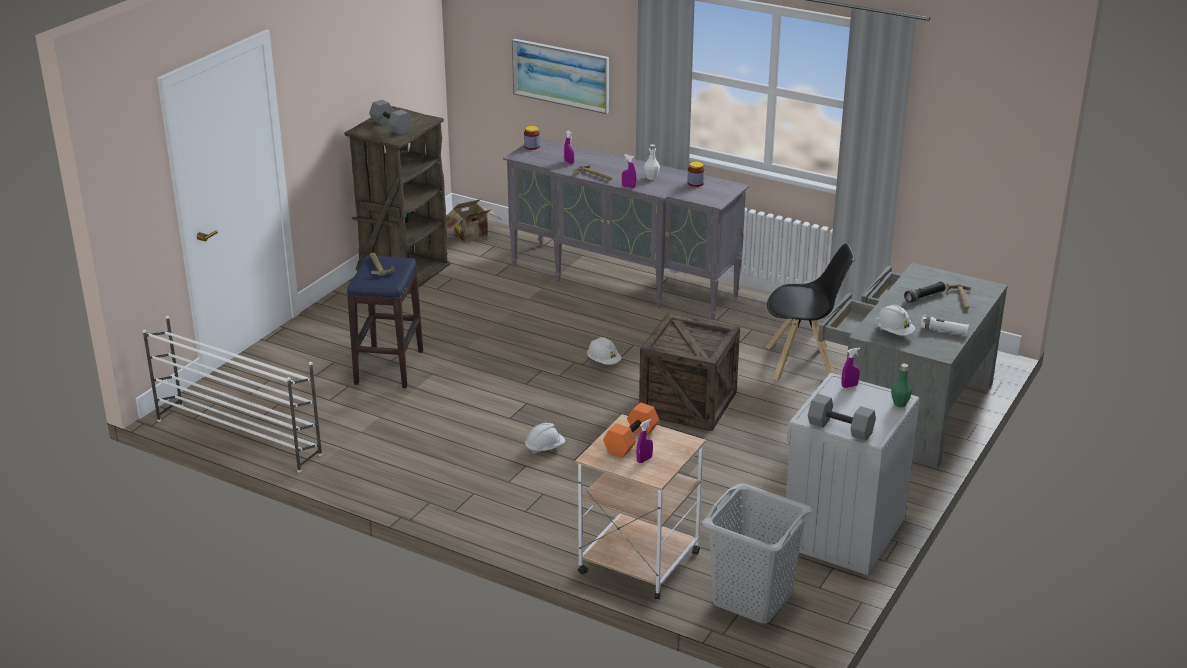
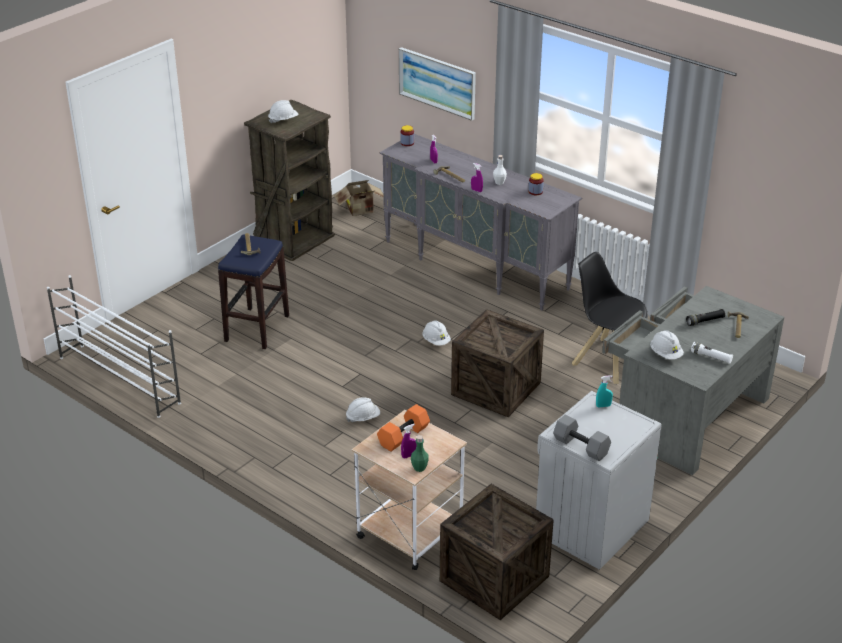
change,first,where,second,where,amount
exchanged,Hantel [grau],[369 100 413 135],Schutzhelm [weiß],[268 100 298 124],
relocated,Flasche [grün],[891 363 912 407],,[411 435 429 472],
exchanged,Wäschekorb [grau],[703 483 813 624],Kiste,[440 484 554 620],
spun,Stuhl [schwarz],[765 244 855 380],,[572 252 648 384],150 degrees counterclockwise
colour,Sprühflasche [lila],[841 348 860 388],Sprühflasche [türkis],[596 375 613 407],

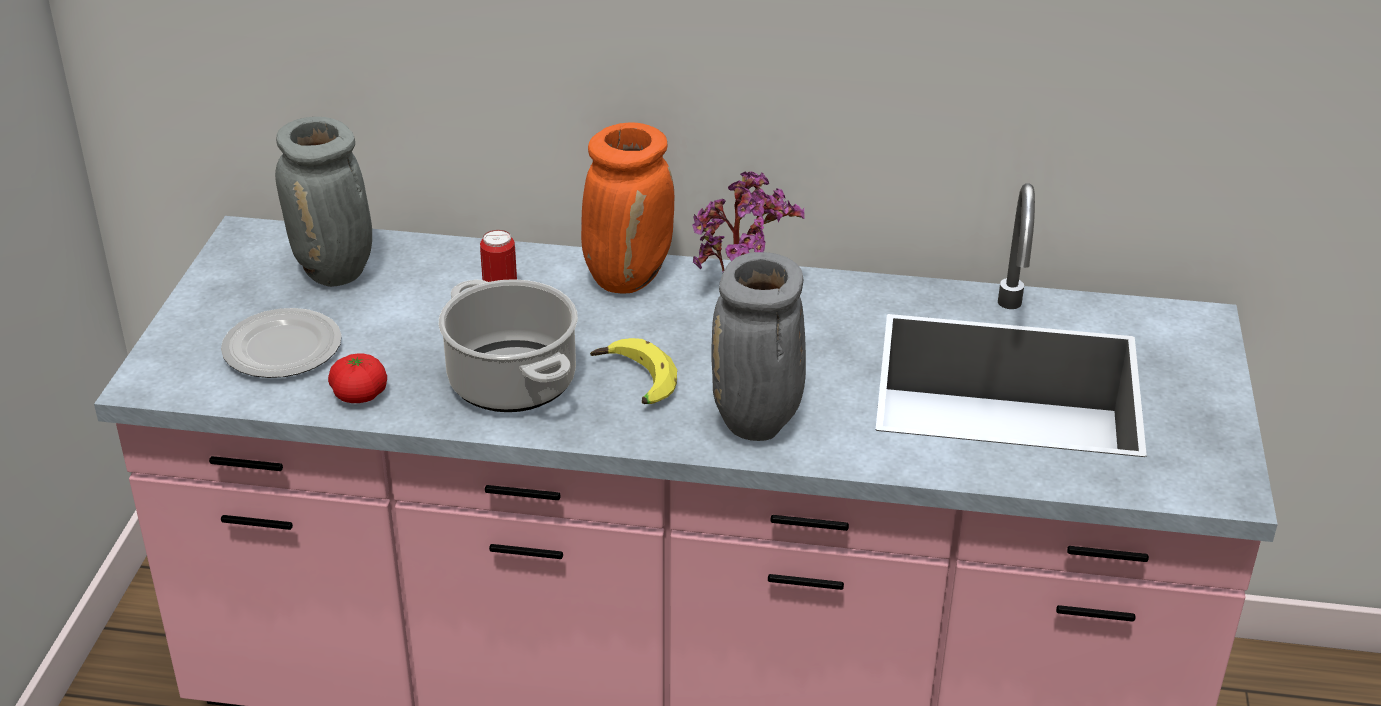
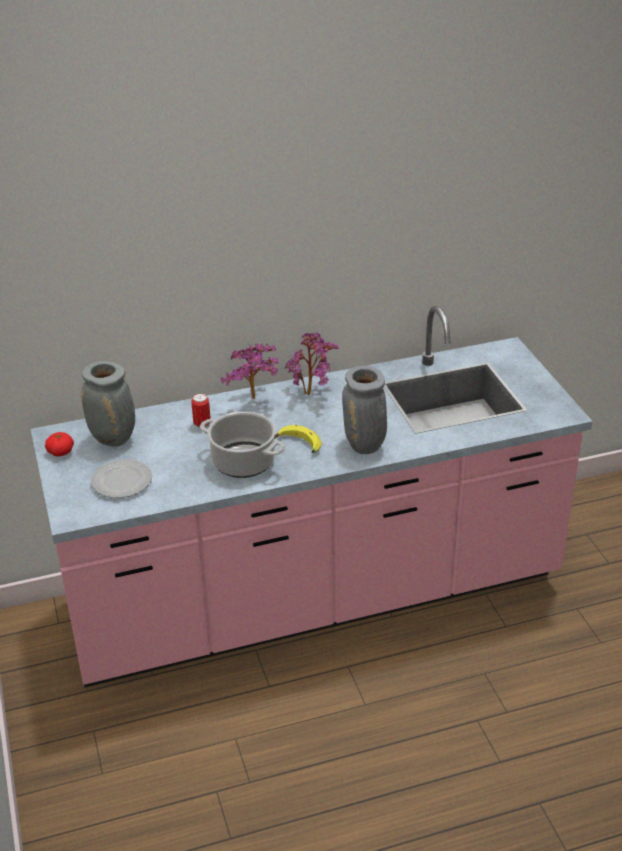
change,first,where,second,where,amount
relocated,Tomate,[328 354 387 403],,[45 432 74 456],
exchanged,Vase [orange],[581 123 674 294],Topfpflanze,[221 343 279 399],

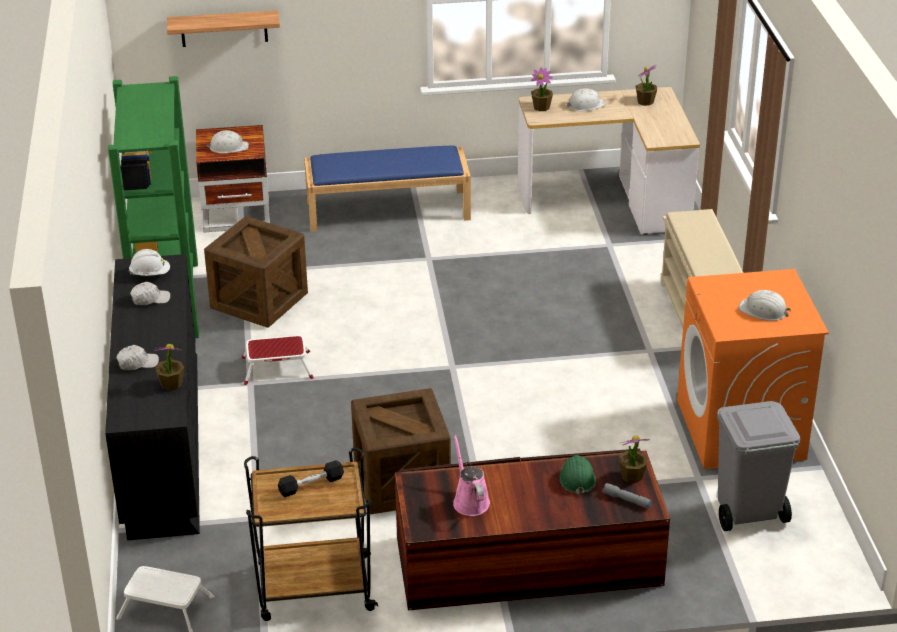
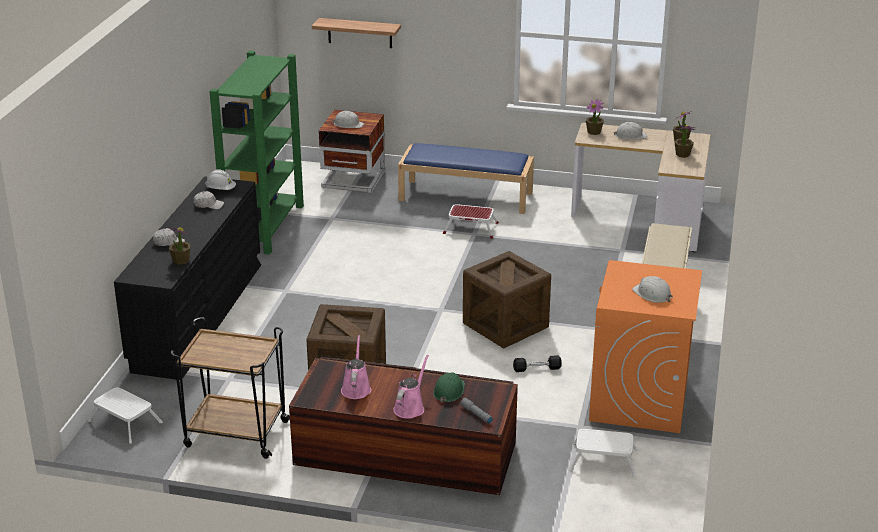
change,first,where,second,where,amount
appeared,,,Gießkanne [rosa],[393 355 429 419],
relocated,Trittleiter [rot],[242 335 314 385],,[443 204 499 239],
relocated,Kiste,[204 216 308 328],,[463 251 551 349],
relocated,Hantel [schwarz],[278 460 344 497],,[513 355 562 372],
exchanged,Mülleimer [grau],[717 401 800 531],Trittleiter [weiß],[569 429 638 478],
relocated,Topfpflanze,[619 435 650 483],,[674 125 695 158],

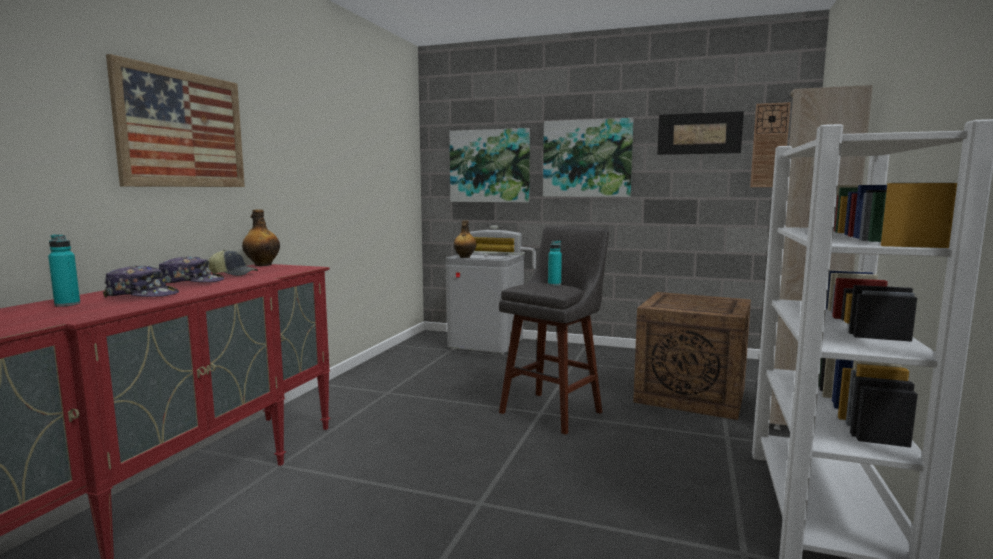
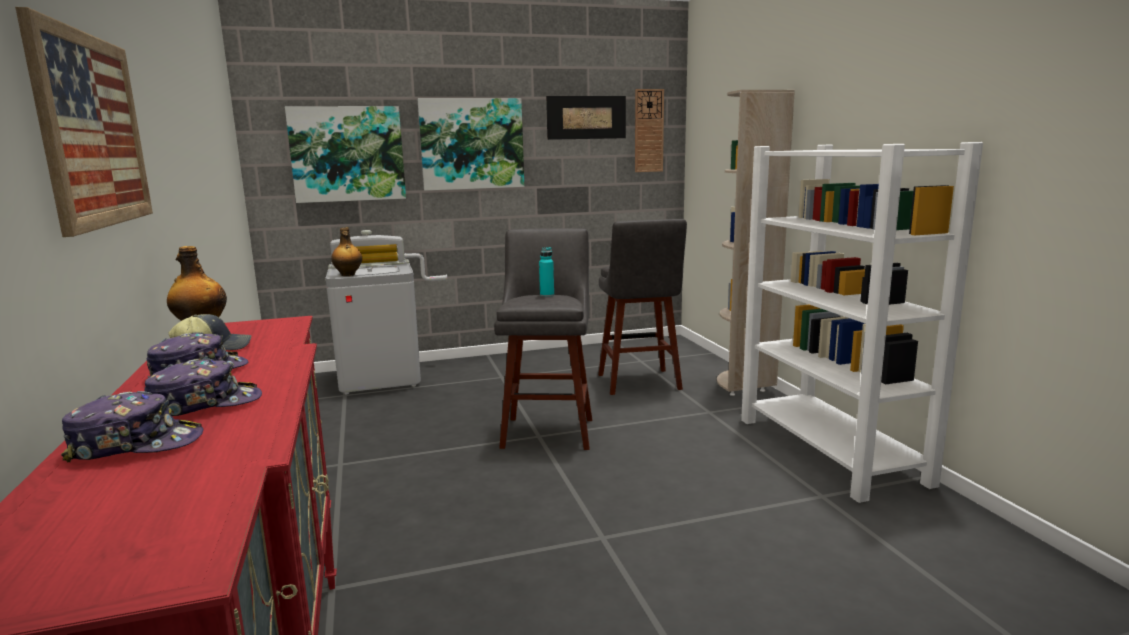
change,first,where,second,where,amount
exchanged,Flasche [türkis],[48 234 80 307],Kappe,[61 391 203 462],
exchanged,Kiste,[633 292 751 420],Hocker [grau],[598 219 687 395],

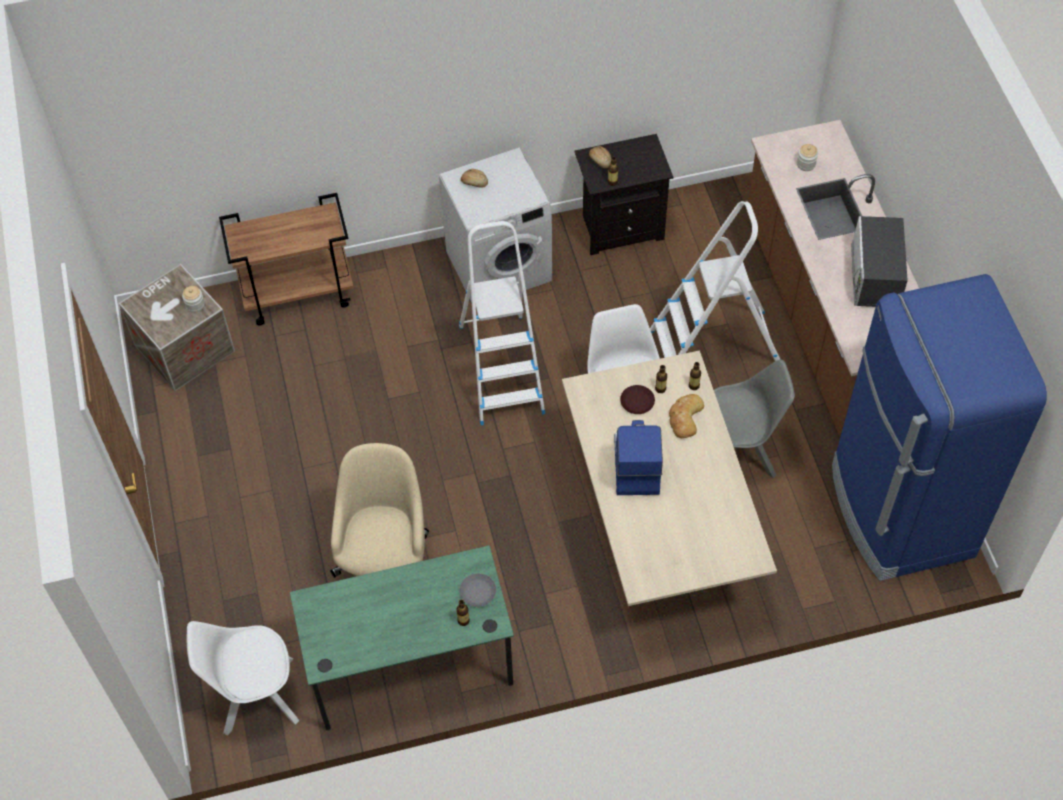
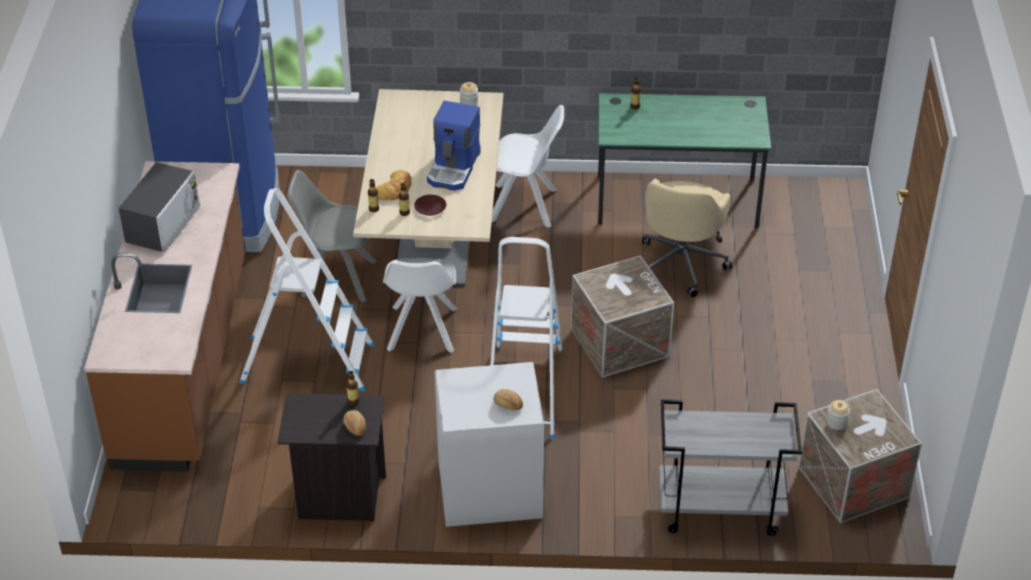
change,first,where,second,where,amount
relocated,Vorratsglas,[797 144 818 171],,[460 82 478 106],
relocated,Stuhl [weiß],[187 621 300 735],,[492 105 564 228],
appeared,,,Kiste,[571 255 674 378],
colour,Rollwagen [braun],[219 193 354 326],Rollwagen [grau],[659 400 802 536],
missing,Teller [grau],[459 573 496 607],,,

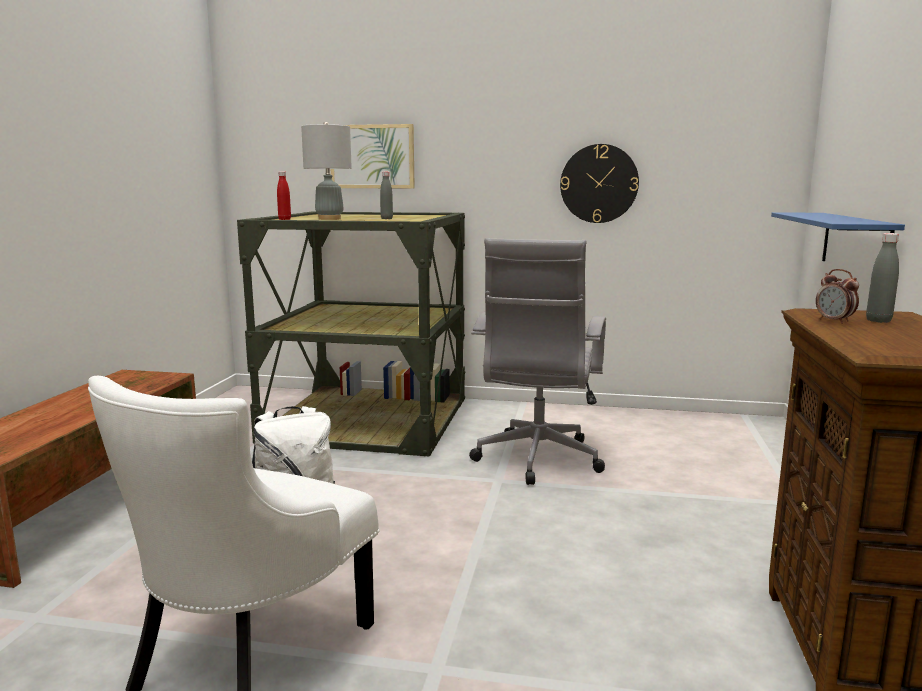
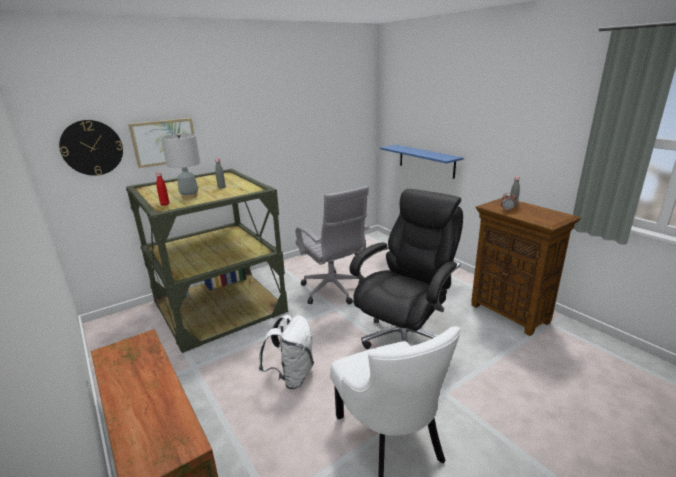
change,first,where,second,where,amount
relocated,Wanduhr,[560 144 639 223],,[59 120 123 176],
appeared,,,Bürostuhl [schwarz],[349 189 463 349],

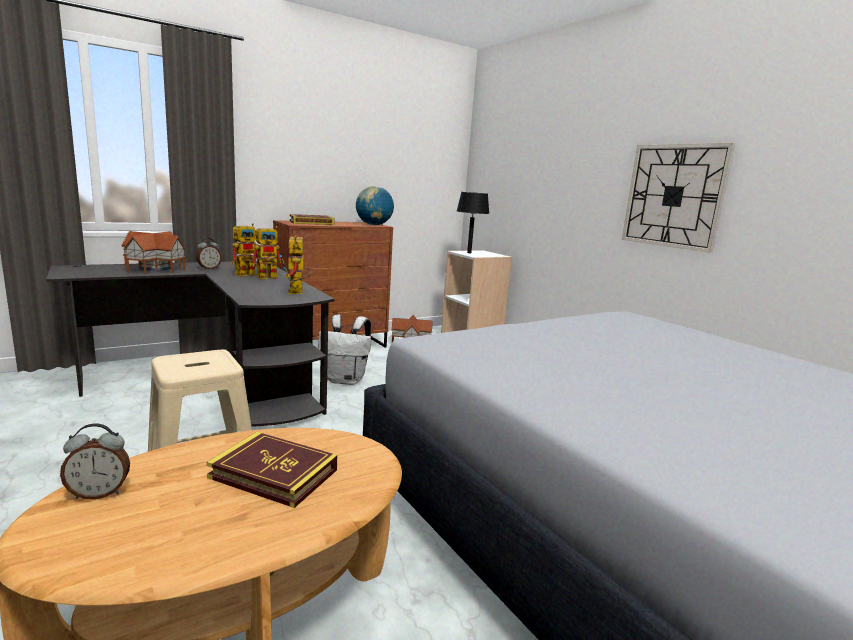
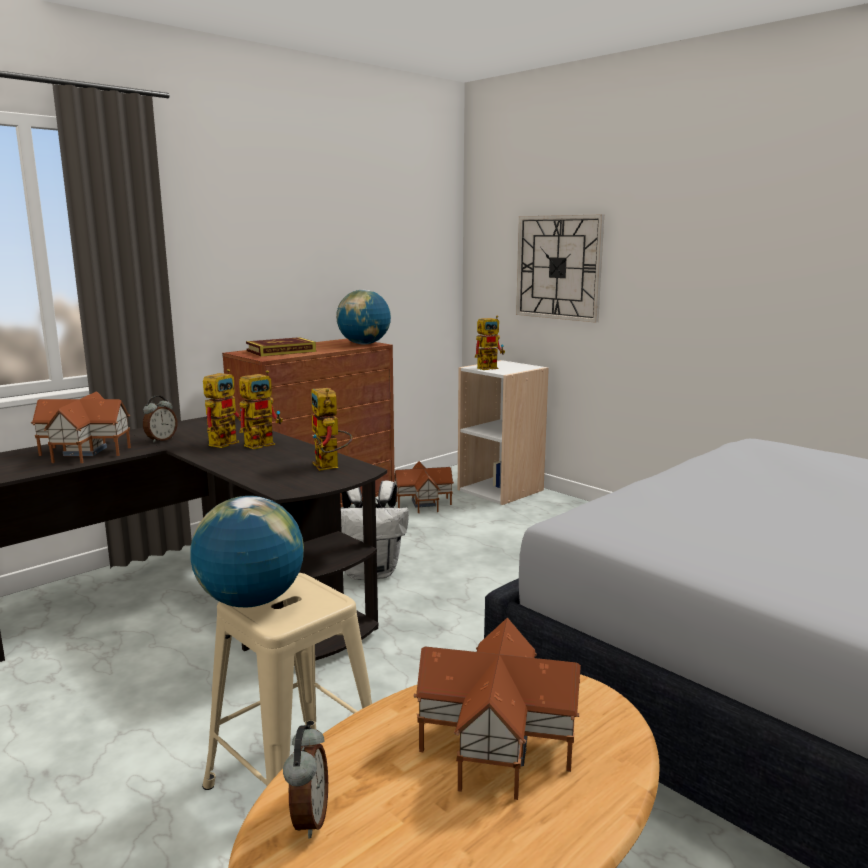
change,first,where,second,where,amount
appeared,,,Globus,[190 496 304 607],
spun,Wecker,[60 423 130 499],,[283 725 328 839],60 degrees counterclockwise
exchanged,Buch,[207 432 337 508],Spielzeughaus,[413 618 581 800],
exchanged,Tischlampe [schwarz],[457 192 489 253],Spielzeugroboter,[475 315 505 370],
relocated,Wanduhr,[622 143 735 253],,[516 214 604 323],

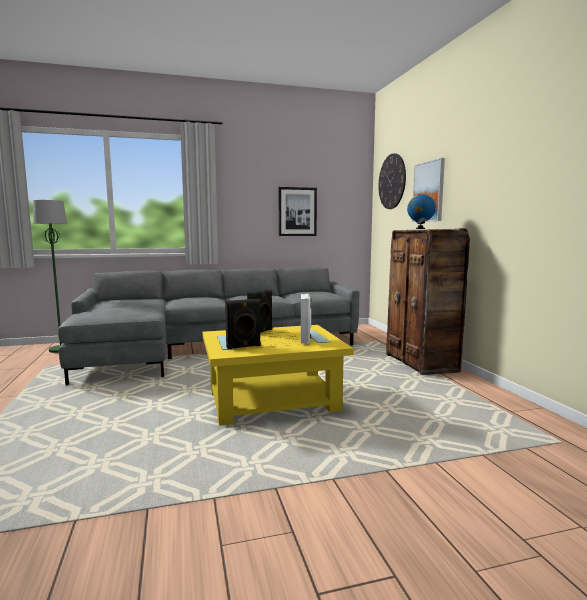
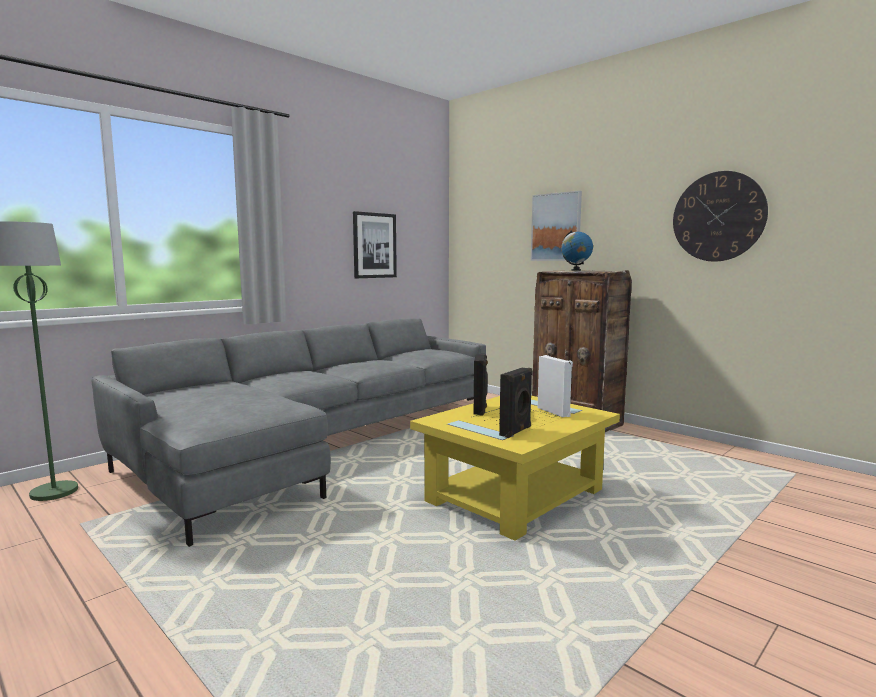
change,first,where,second,where,amount
relocated,Wanduhr,[378 153 406 209],,[673 171 768 261],

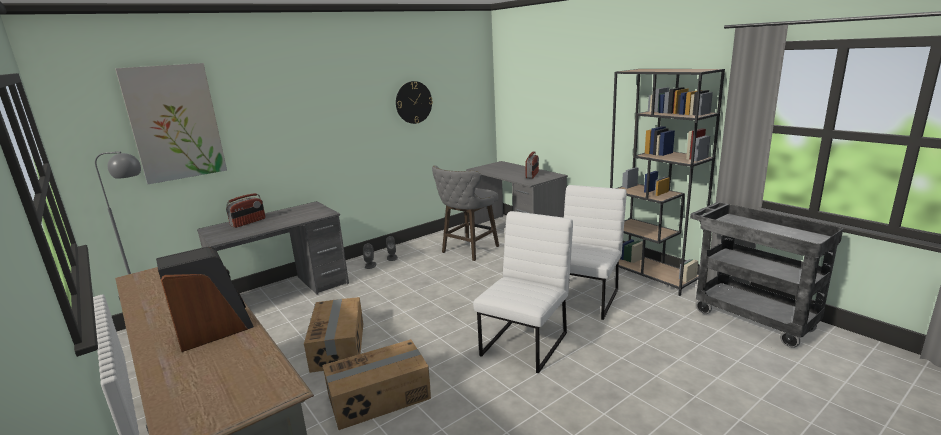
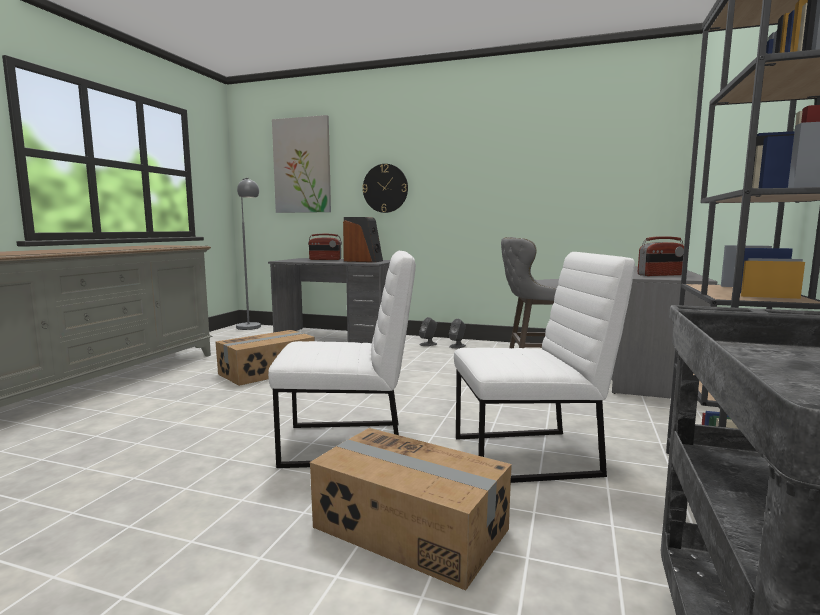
change,first,where,second,where,amount
relocated,Karton,[322 339 431 430],,[310 428 512 591],
relocated,Lautsprecher,[156 247 254 352],,[343 217 383 262],
relocated,Wanduhr,[396 81 433 124],,[362 164 408 213],

